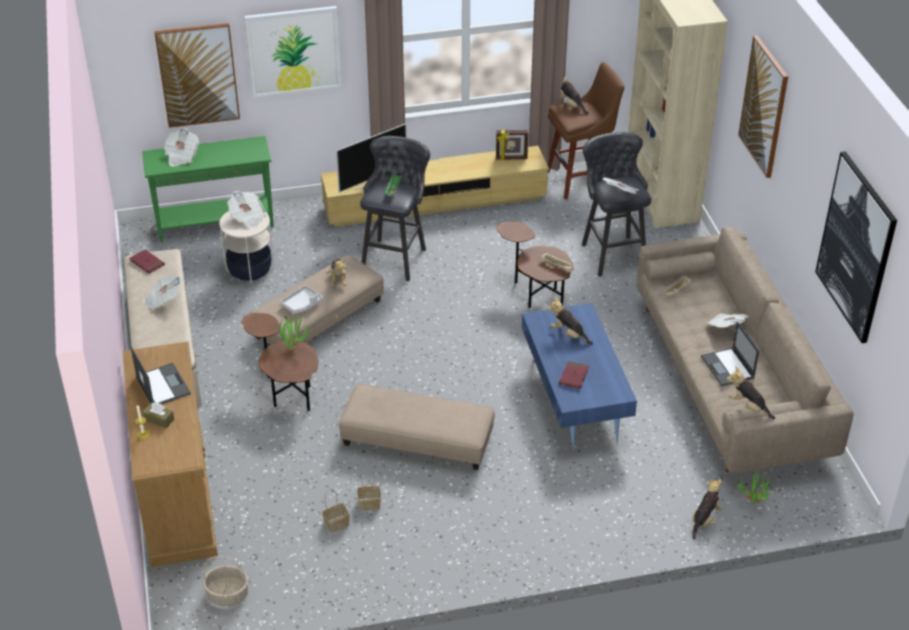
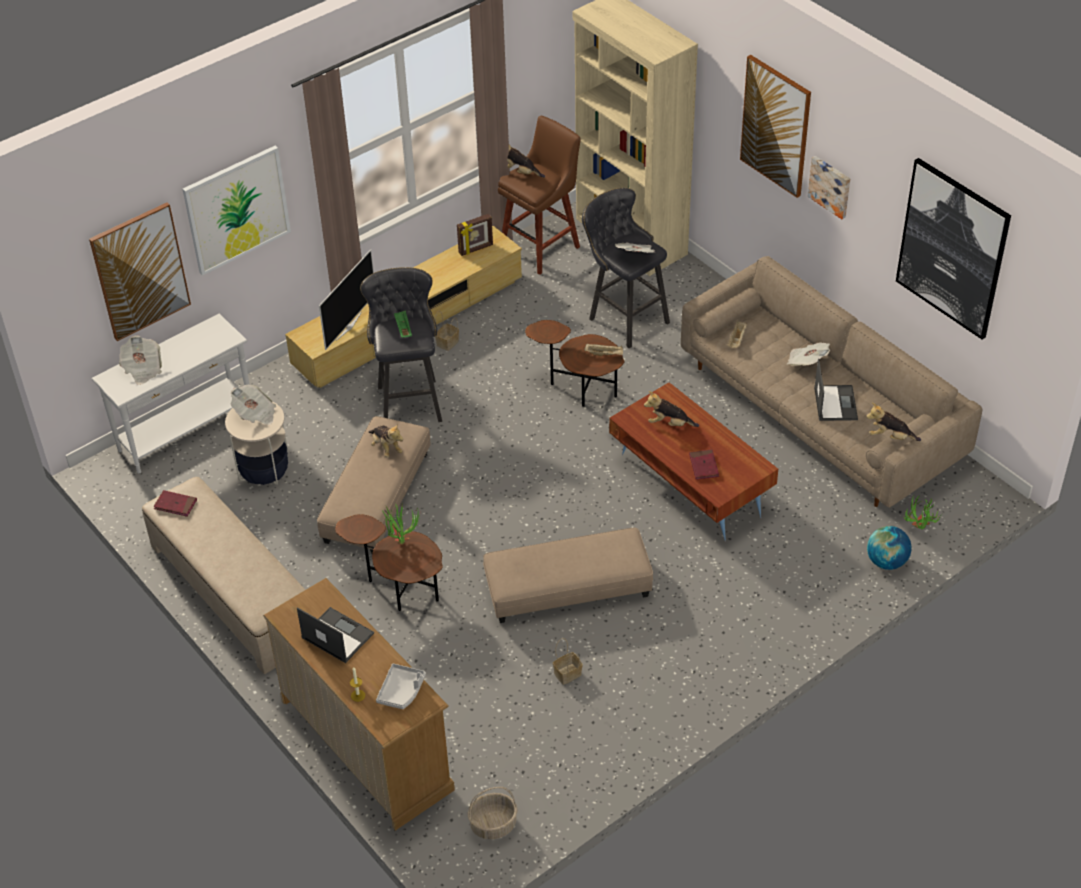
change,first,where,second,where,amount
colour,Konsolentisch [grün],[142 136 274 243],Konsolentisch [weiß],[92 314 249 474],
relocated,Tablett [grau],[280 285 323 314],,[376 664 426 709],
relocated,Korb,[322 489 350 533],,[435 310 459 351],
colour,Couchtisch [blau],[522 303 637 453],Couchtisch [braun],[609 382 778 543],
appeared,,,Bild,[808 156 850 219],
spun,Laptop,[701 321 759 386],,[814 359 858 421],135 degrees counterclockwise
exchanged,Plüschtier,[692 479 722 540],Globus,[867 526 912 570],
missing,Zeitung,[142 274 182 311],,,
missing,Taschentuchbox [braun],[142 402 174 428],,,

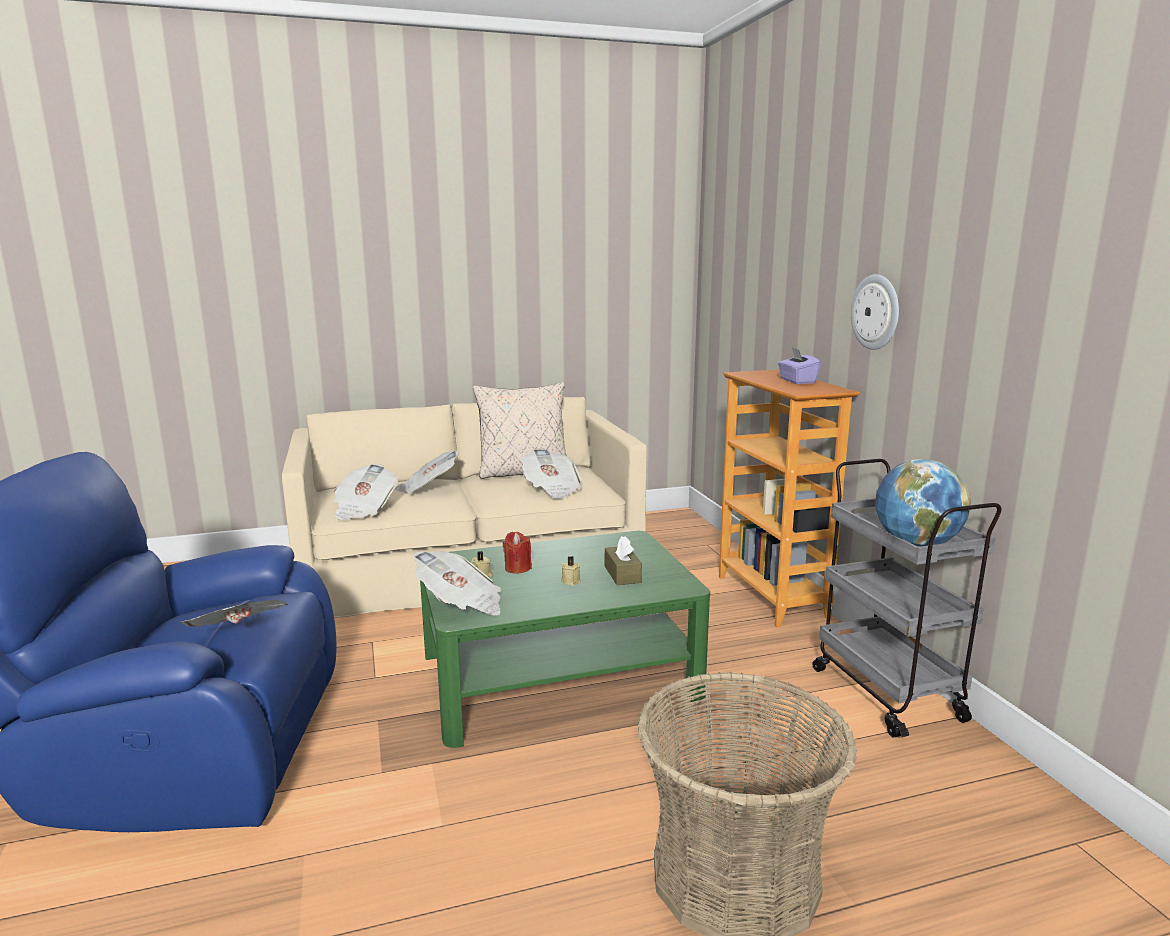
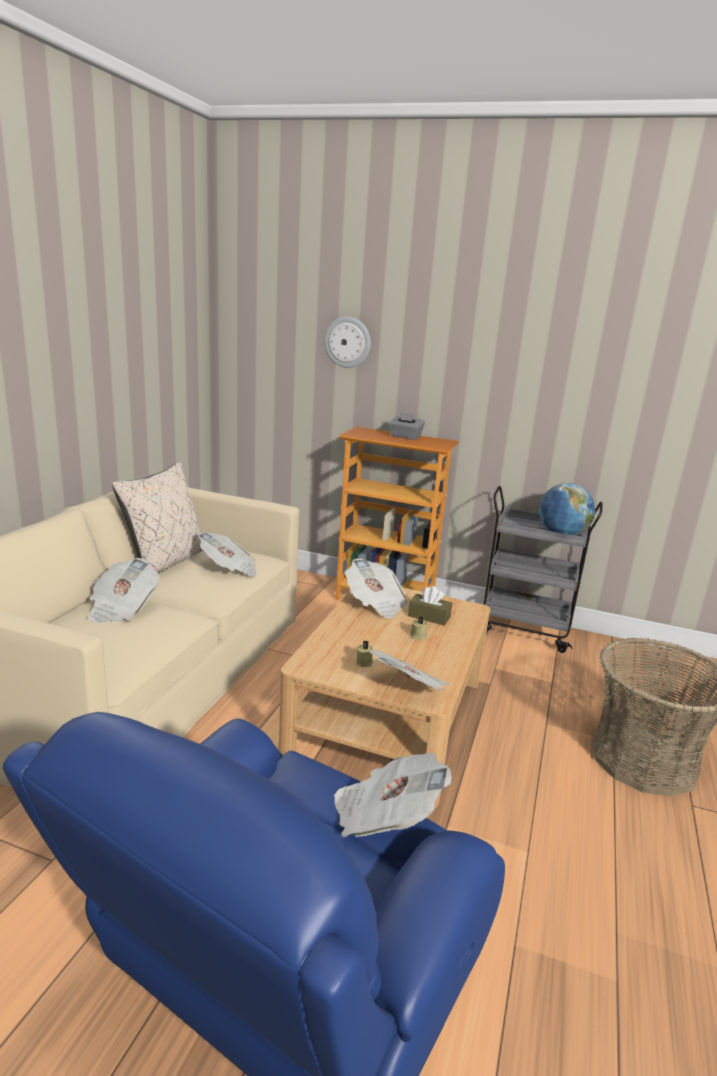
change,first,where,second,where,amount
colour,Couchtisch [grün],[420 531 710 748],Couchtisch [beige],[279 587 490 809],
relocated,Wanduhr,[851 274 899 350],,[324 316 371 368],
relocated,Zeitung,[333 464 398 520],,[345 558 408 619],
colour,Taschentuchbox [lila],[778 347 821 384],Taschentuchbox [grau],[389 412 425 440],
missing,Kerze [rot],[503 532 532 574],,,

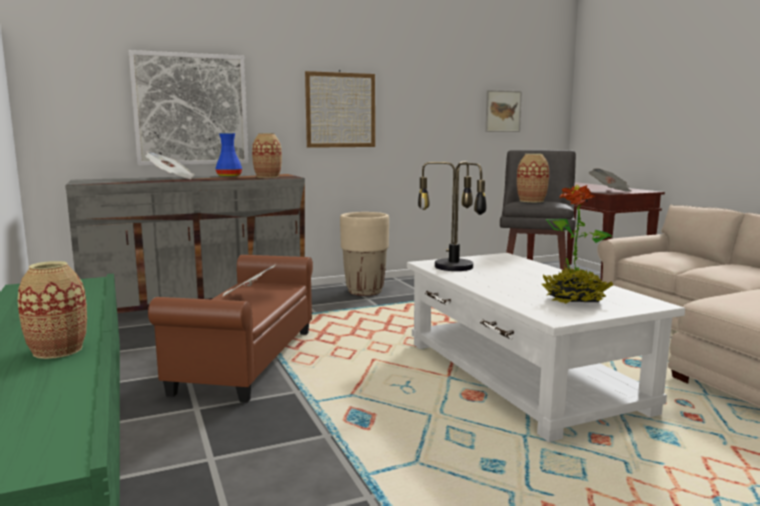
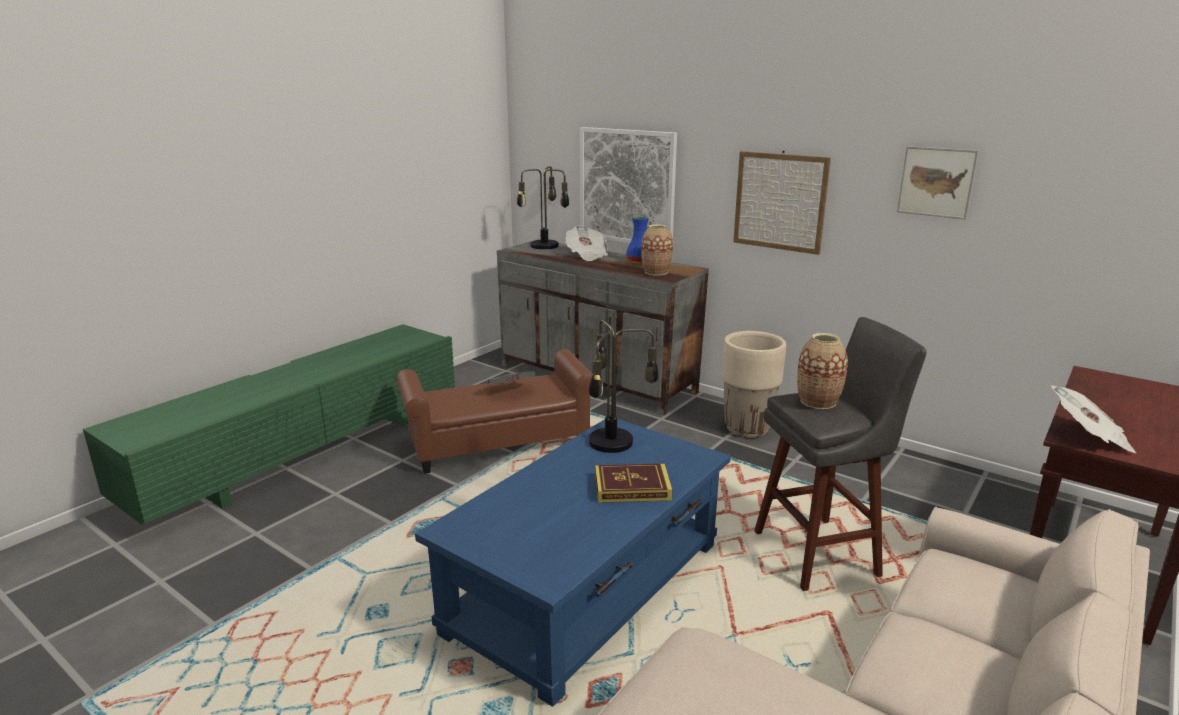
change,first,where,second,where,amount
colour,Couchtisch [weiß],[407 253 685 442],Couchtisch [blau],[415 419 731 707],
appeared,,,Tischlampe,[517 166 569 249],
appeared,,,Buch,[595 463 672 503],
relocated,Bild,[485 90 522 132],,[897 146 979 220],
missing,Vase,[18 261 87 359],,,
missing,Topfpflanze,[542 185 613 304],,,

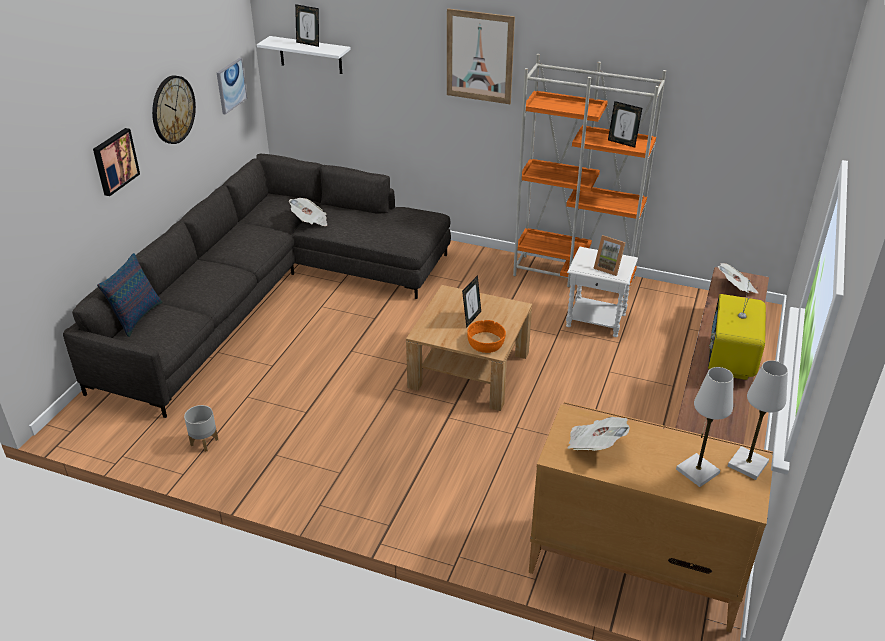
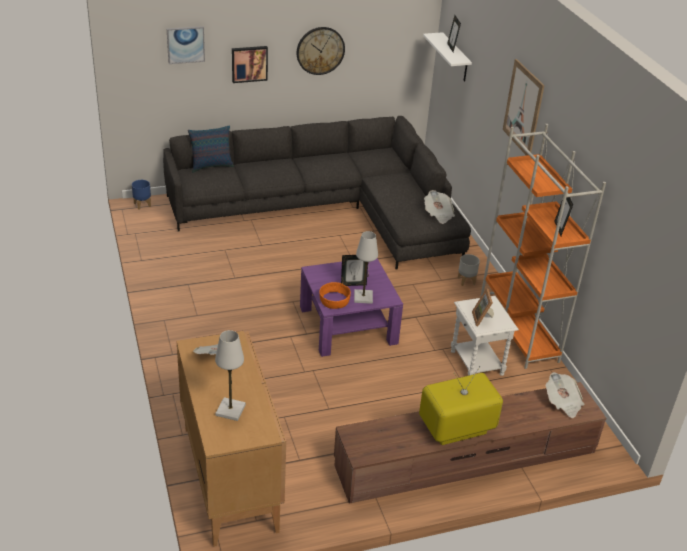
change,first,where,second,where,amount
appeared,,,Pflanzkübel [blau],[132 180 151 210],
relocated,Bild,[217 58 247 114],,[167 26 205 64],
colour,Couchtisch [braun],[406 285 532 411],Couchtisch [lila],[300 258 403 357],
relocated,Tischlampe [weiß],[728 360 788 480],,[354 231 378 304],
relocated,Zeitung,[289 198 327 226],,[424 190 455 224],
relocated,Pflanzkübel [grau],[184 405 218 452],,[458 254 480 286],

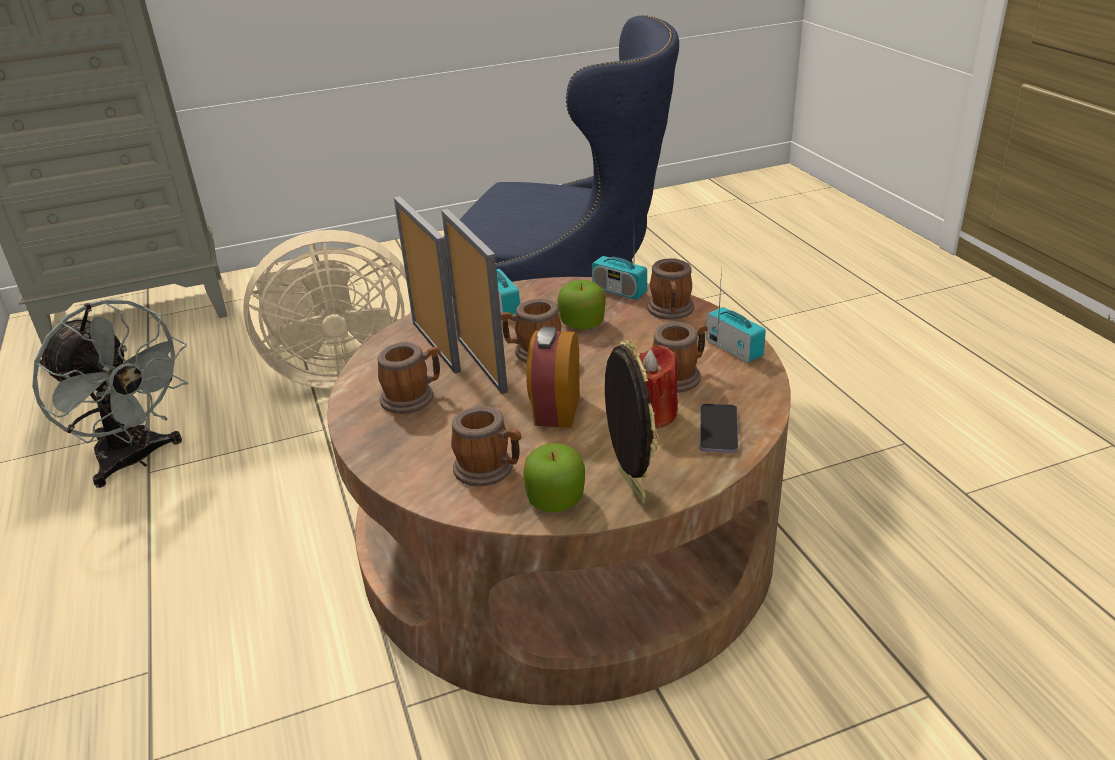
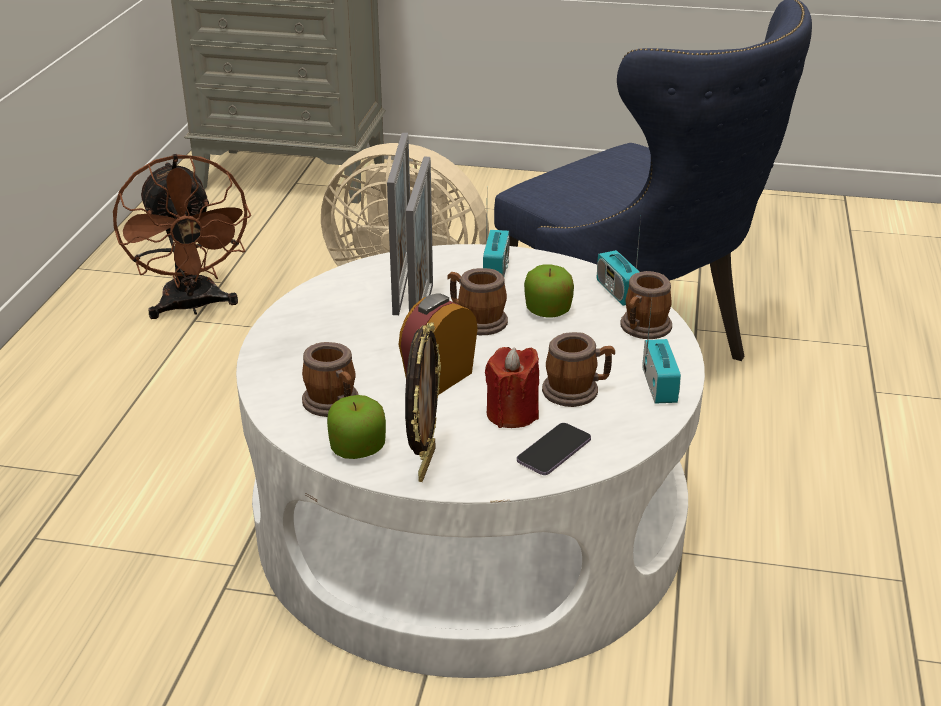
change,first,where,second,where,amount
colour,Ventilator [grau],[32 299 188 488],Ventilator [braun],[113 154 251 319],
colour,Couchtisch [braun],[327 277 791 705],Couchtisch [weiß],[236 244 705 678],
missing,Henkelbecher,[377 342 441 414],,,

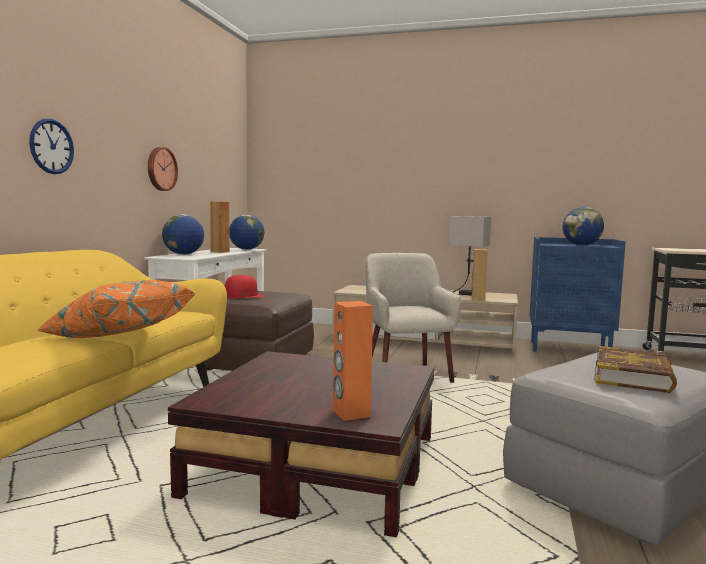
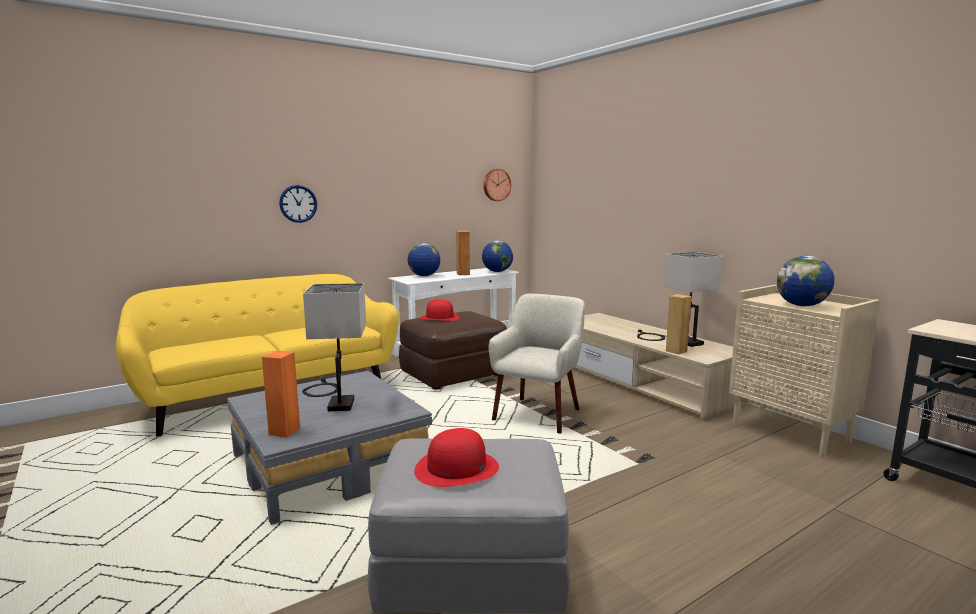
change,first,where,second,where,amount
colour,Couchtisch [braun],[168 351 434 537],Couchtisch [grau],[227 371 432 525],
appeared,,,Tischlampe,[302 283 366 412],
exchanged,Buch,[594 346 677 393],Hut [rot],[414 428 499 487],
relocated,Wanduhr,[148 147 178 191],,[483 169 511 201],
colour,Schrank [blau],[529 237 626 352],Schrank [beige],[729 285 880 458],
missing,Kissen [orange],[36 280 195 338],,,

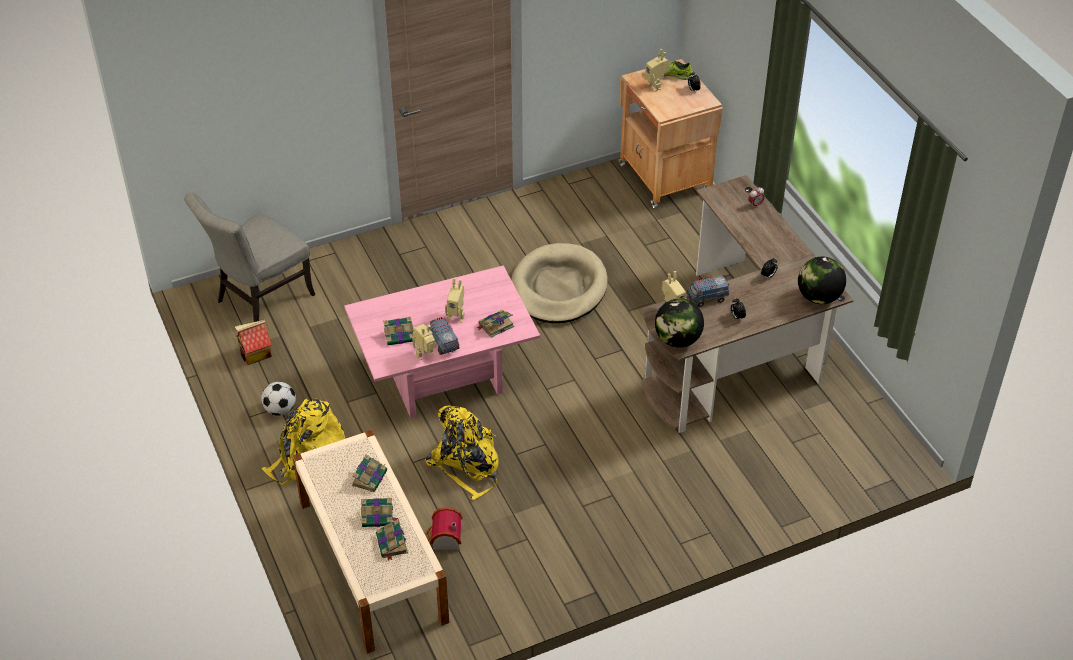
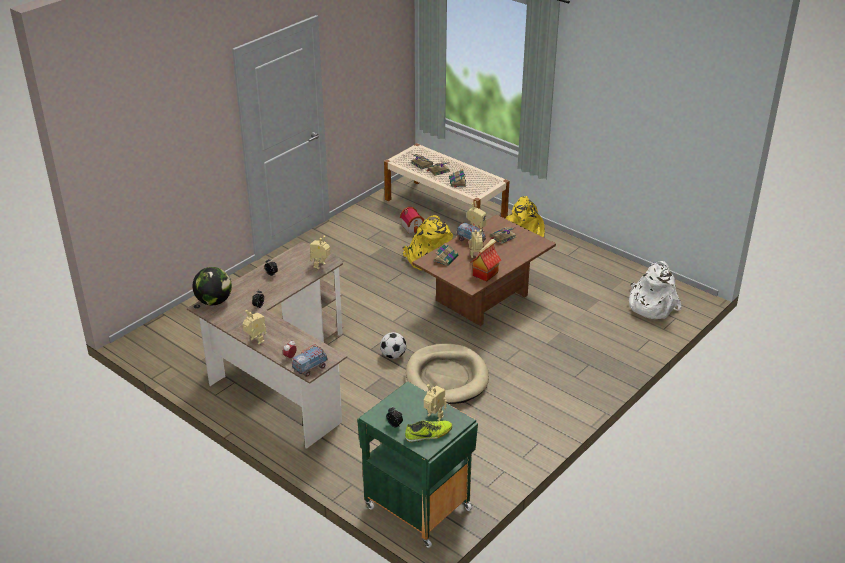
change,first,where,second,where,amount
appeared,,,Spielzeugroboter,[243 310 266 345],
relocated,Spielzeuglaster,[687 275 729 307],,[292 344 328 377],
colour,Rollwagen [braun],[618 59 723 208],Rollwagen [grün],[357 382 478 548],
relocated,Fußball,[261 382 296 416],,[380 332 406 359],
colour,Couchtisch [rosa],[344 265 540 418],Couchtisch [braun],[412 214 556 326],
relocated,Spielzeughaus,[235 320 272 365],,[471 239 501 281],
exchanged,Stuhl [grau],[184 192 316 322],Rucksack [weiß],[629 261 681 319],
missing,Globus,[655 299 704 348],,,

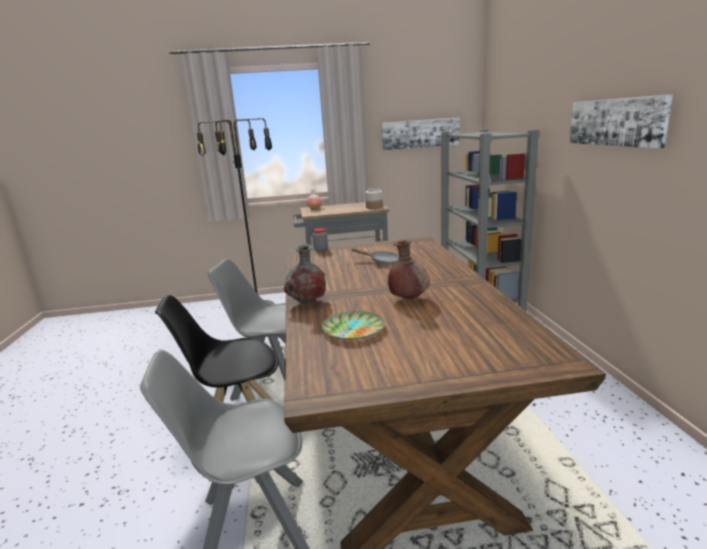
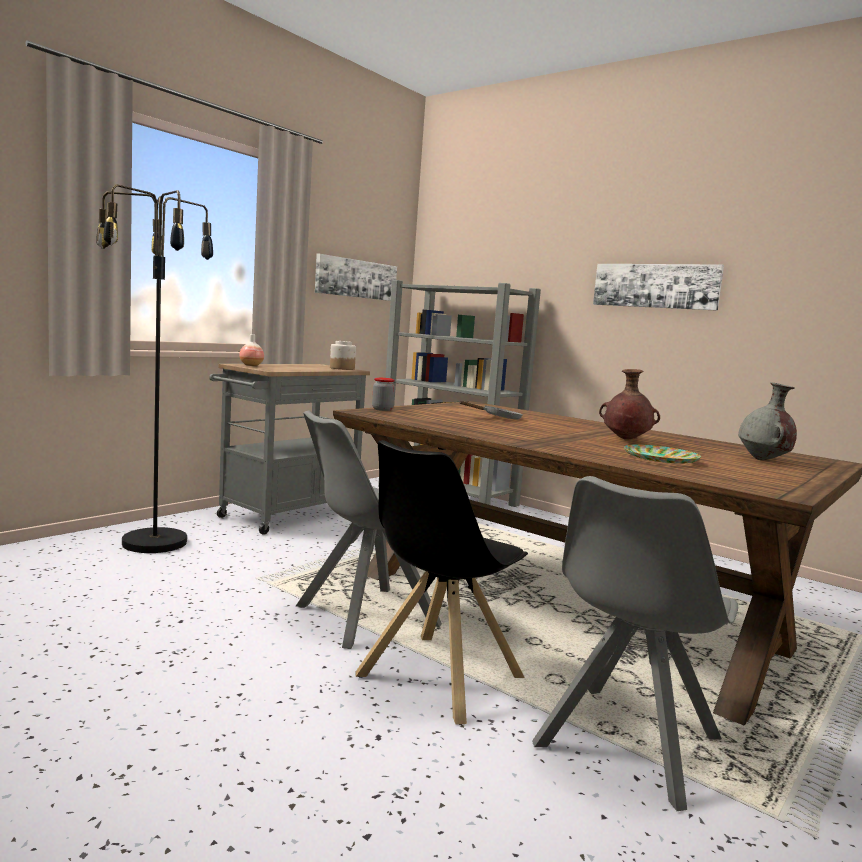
change,first,where,second,where,amount
relocated,Vase [grau],[284 244 326 303],,[738 382 797 460],

